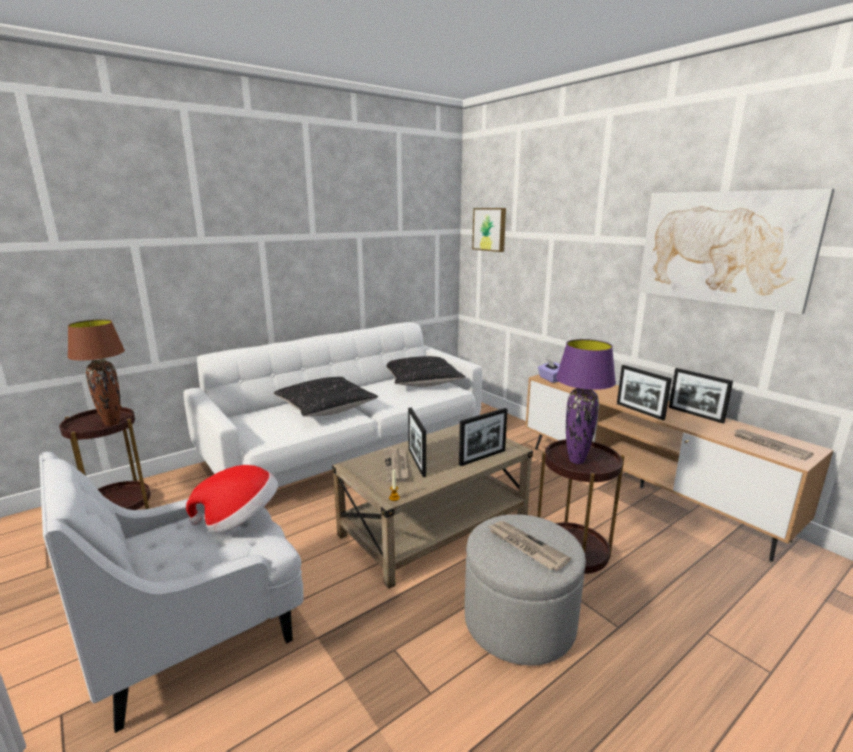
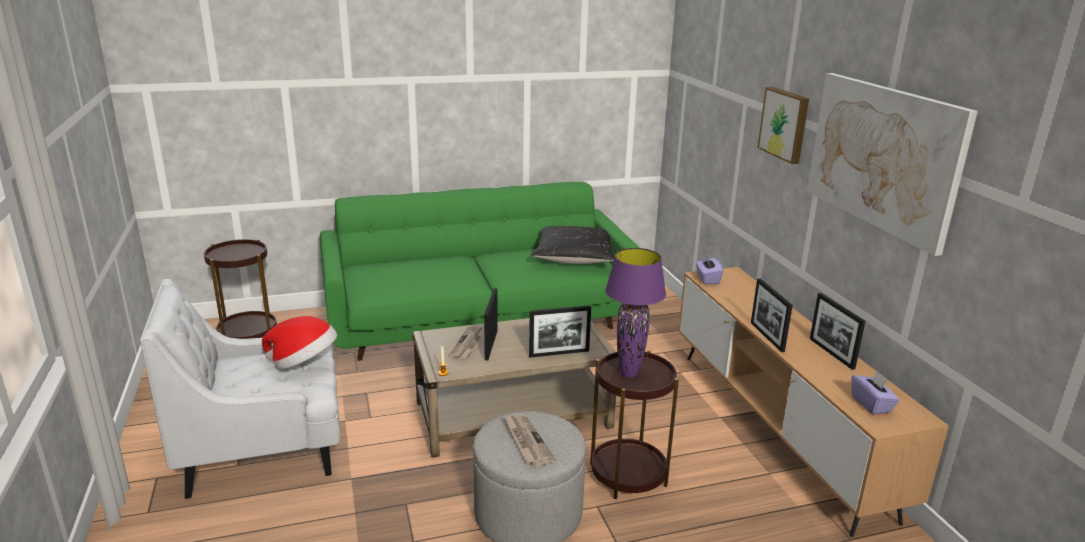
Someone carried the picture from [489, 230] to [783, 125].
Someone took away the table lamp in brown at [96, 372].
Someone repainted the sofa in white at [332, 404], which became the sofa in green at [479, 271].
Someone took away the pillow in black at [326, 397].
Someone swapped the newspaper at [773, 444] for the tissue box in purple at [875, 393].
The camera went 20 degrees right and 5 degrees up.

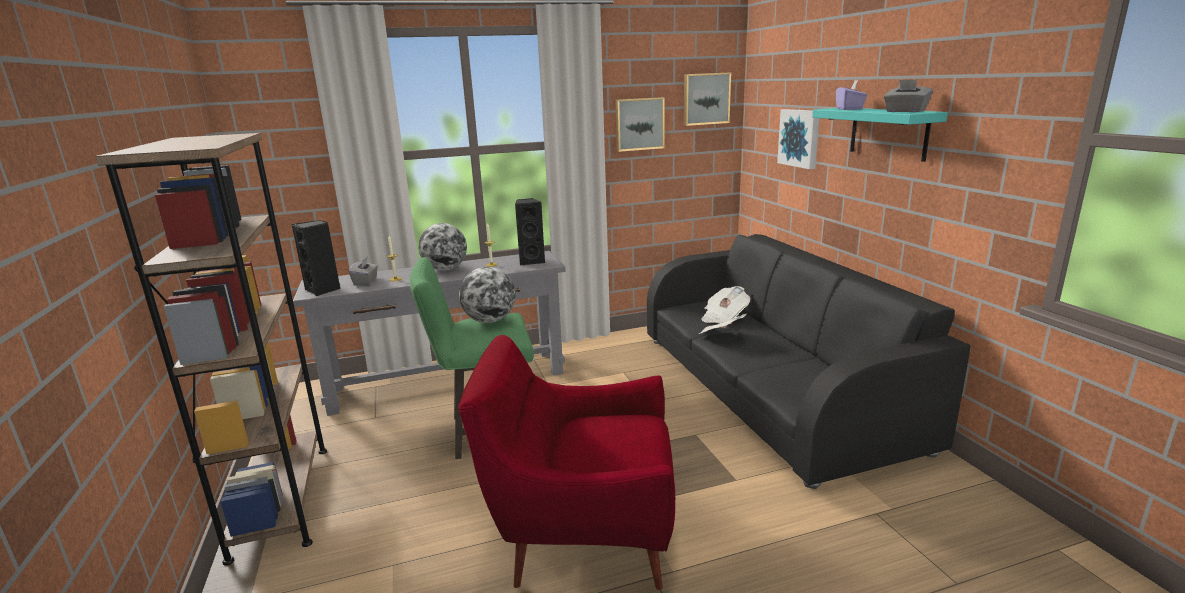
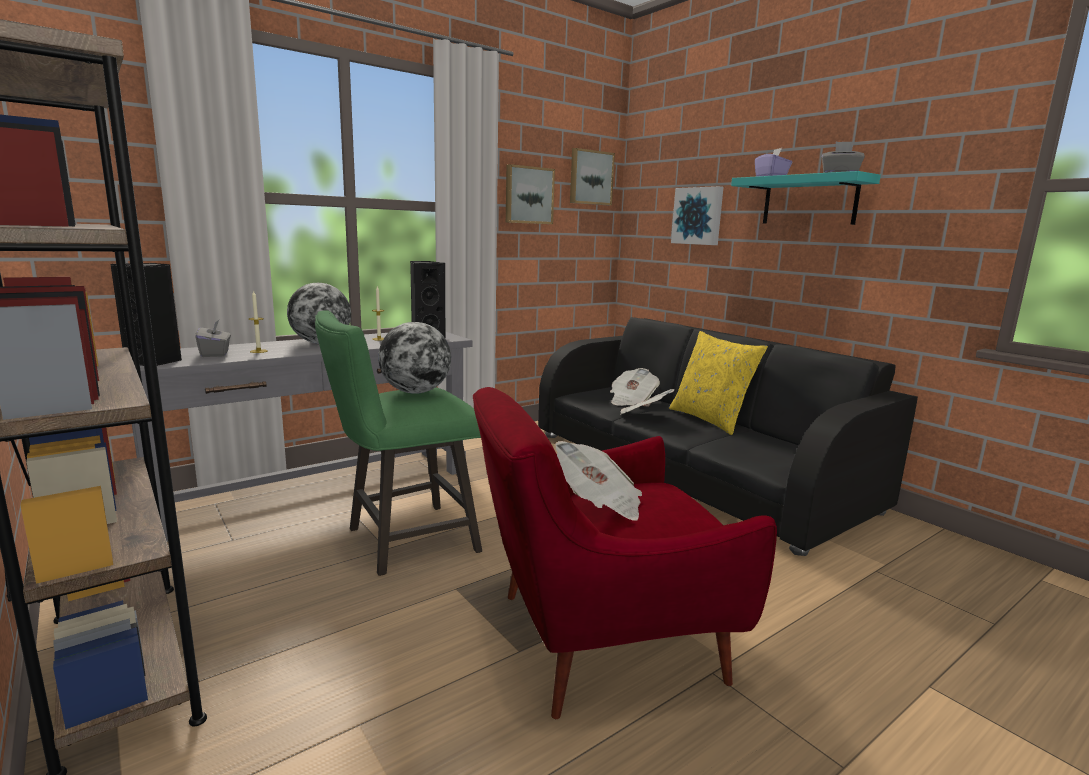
Someone put down the pillow in yellow at [718, 383].
Someone put down the newspaper at [598, 481].
The camera went 20 degrees left and 5 degrees down.

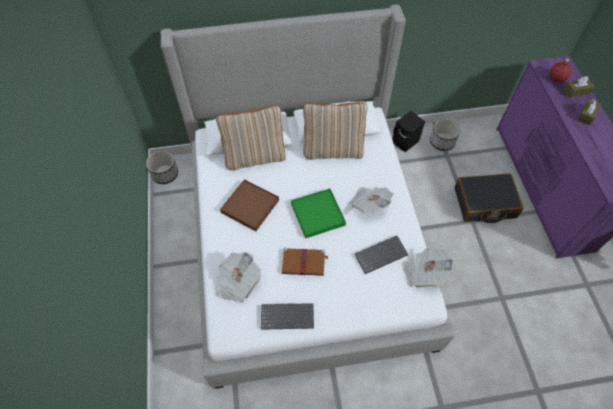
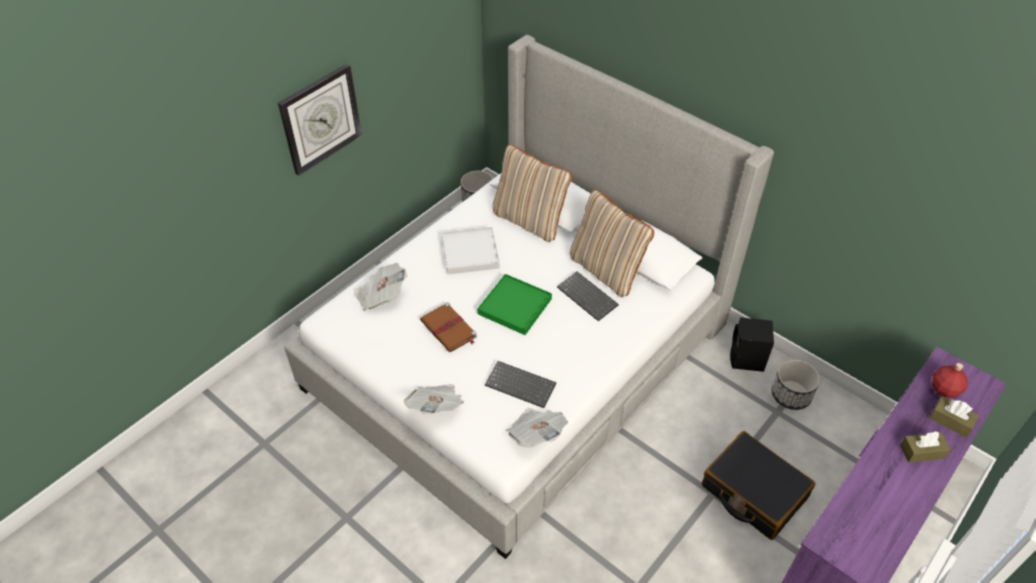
Someone repainted the tray in brown at [249, 205], which became the tray in white at [471, 250].
Someone carried the newspaper from [371, 200] to [434, 399].
Someone carried the keyboard from [287, 316] to [588, 296].
Someone put up the wall clock at [320, 120].
The camera went 50 degrees right and 10 degrees down.

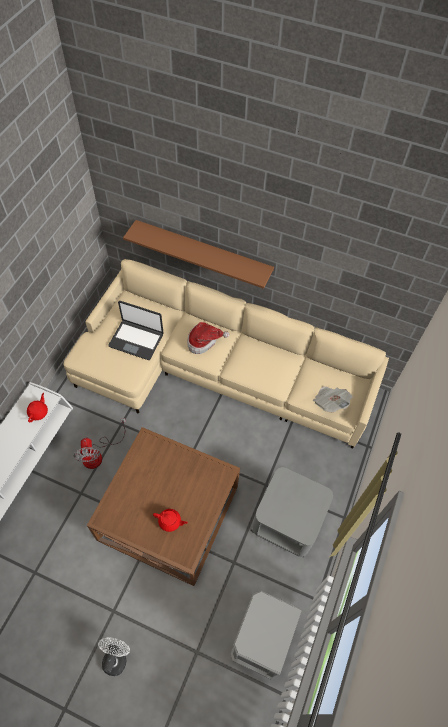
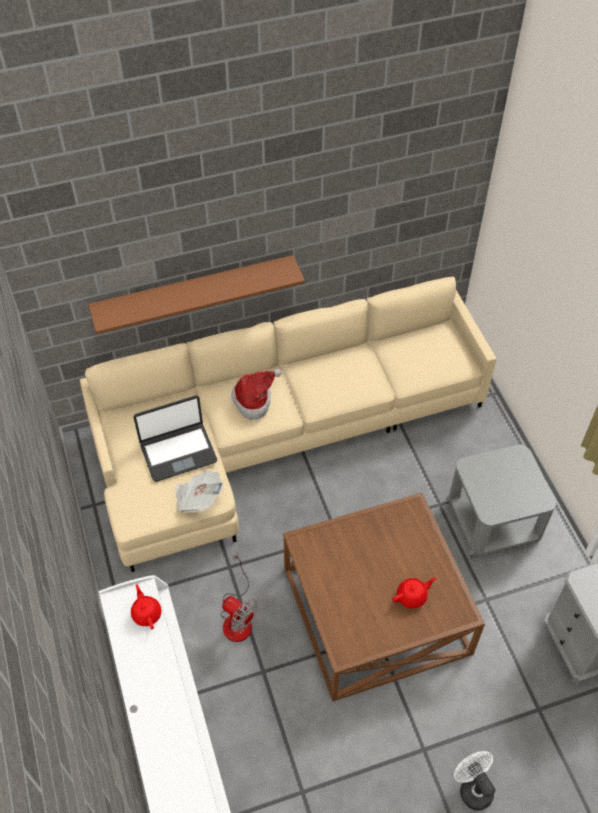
Someone carried the newspaper from [332, 399] to [199, 492].
The camera went 40 degrees left and 5 degrees down.

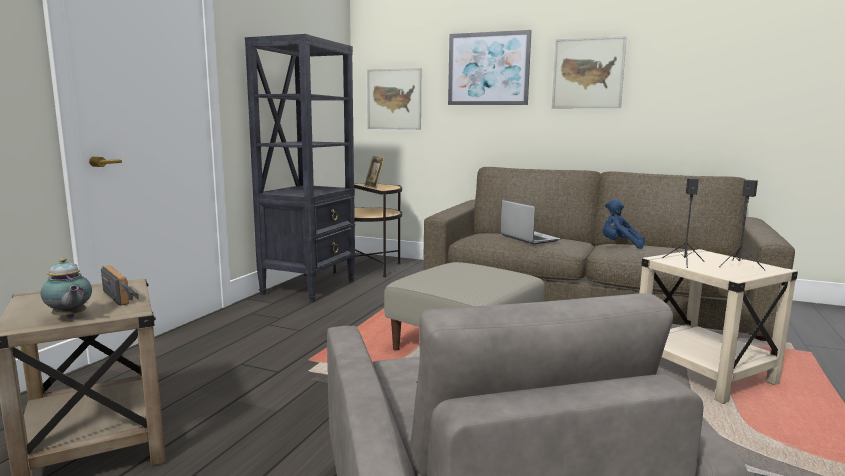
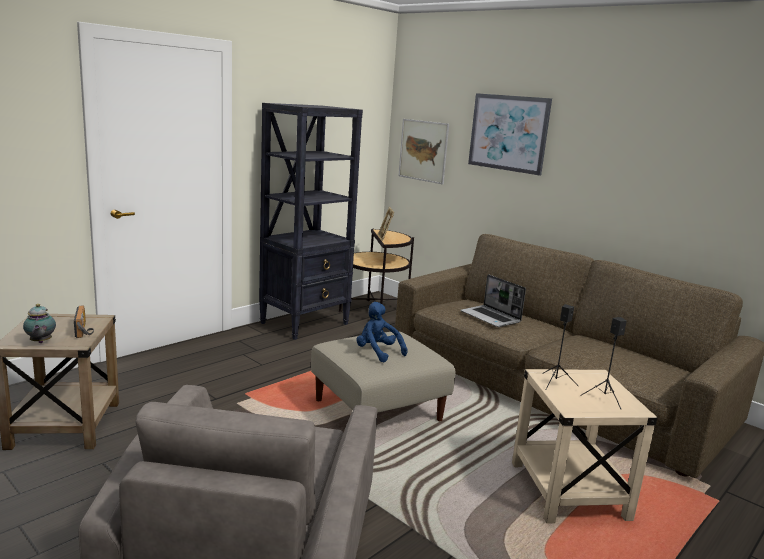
Someone took away the picture at [589, 72].
Someone carried the plush toy in blue from [623, 224] to [382, 332].
Someone rotated the laptop at [530, 222] by 150 degrees clockwise.
The camera went 20 degrees right and 5 degrees up.

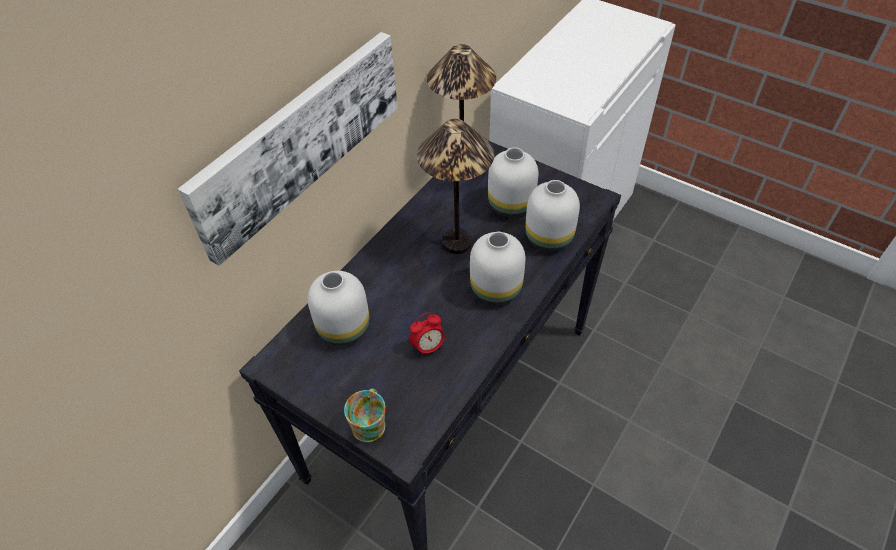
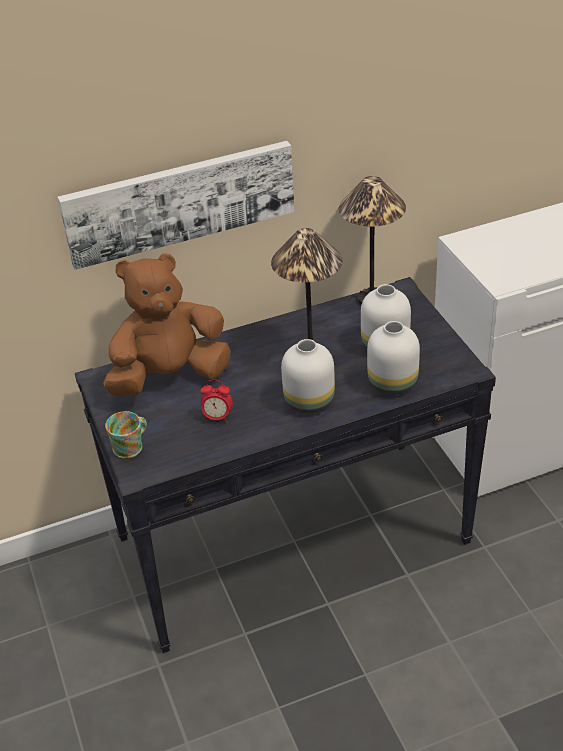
Someone swapped the vase in white at [339, 308] for the plush toy in brown at [167, 324].
The camera went 35 degrees right and 10 degrees down.

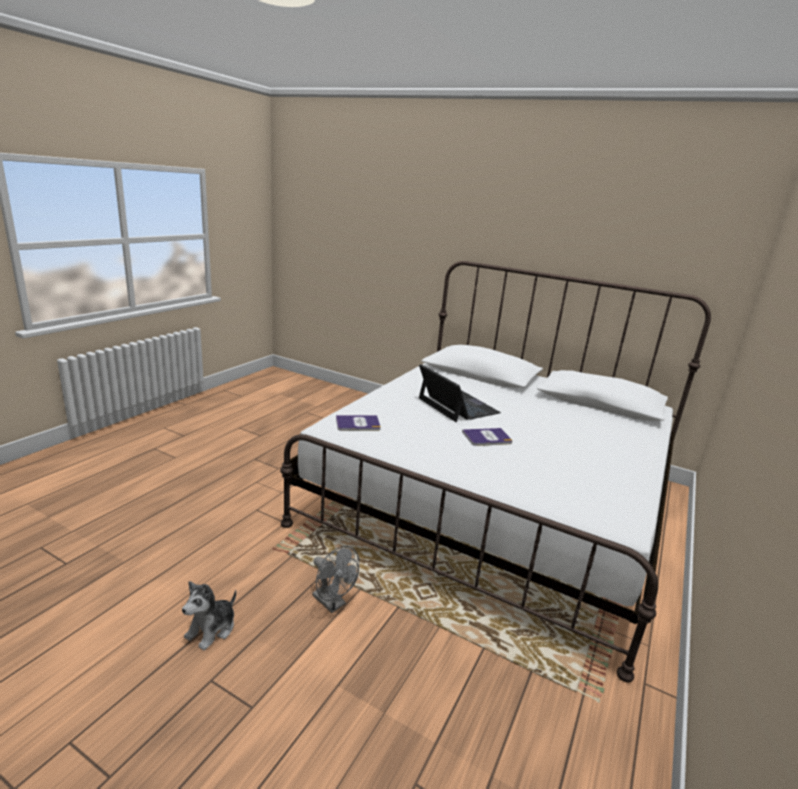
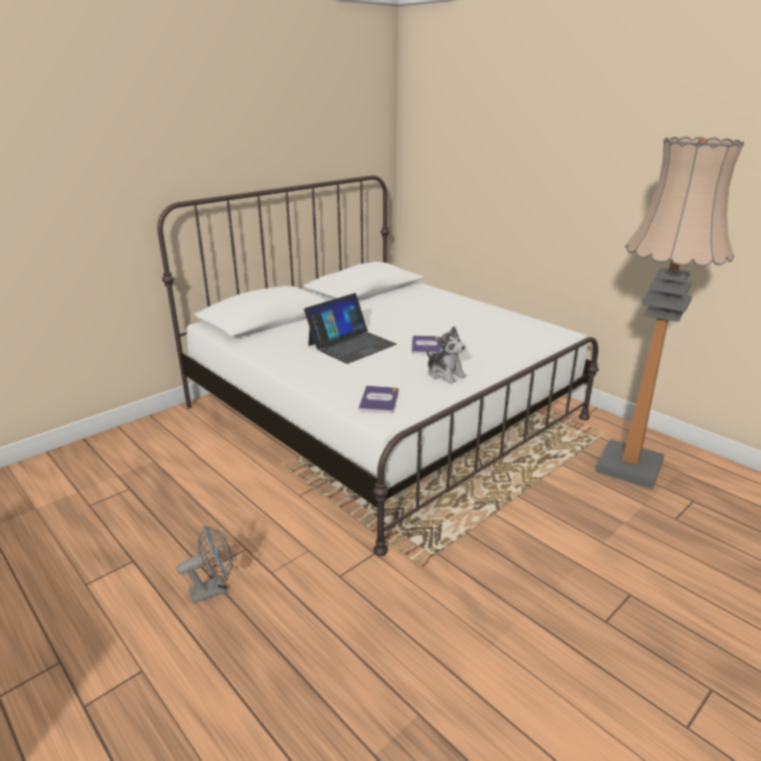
Someone rotated the laptop at [460, 393] by 150 degrees clockwise.
Someone carried the fan in grey from [335, 579] to [204, 564].
Someone carried the plush toy from [209, 616] to [446, 354].
Someone put down the floor lamp at [669, 313].
The camera went 70 degrees left and 5 degrees up.

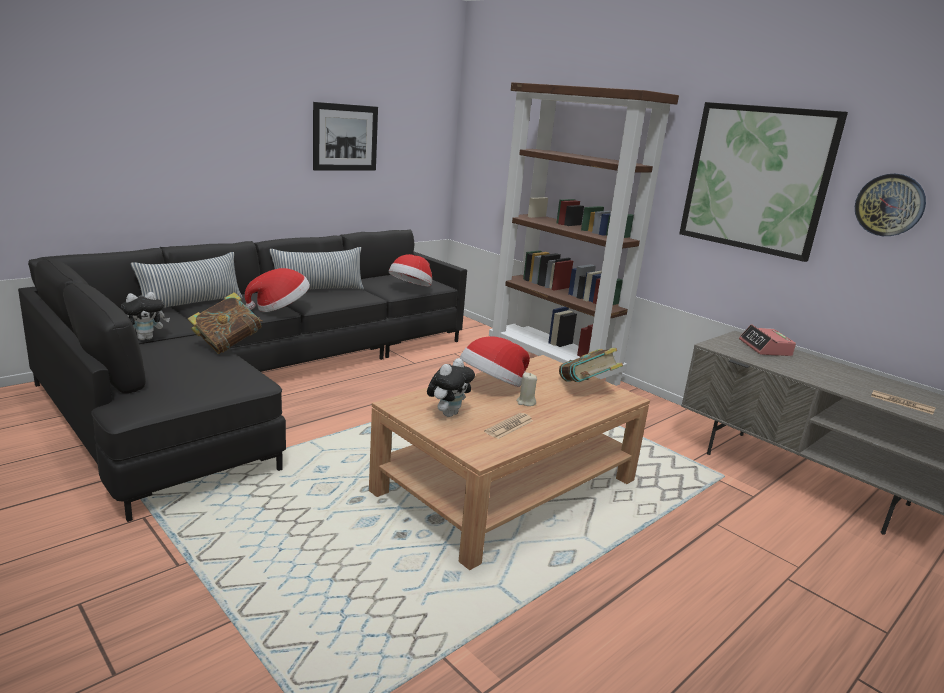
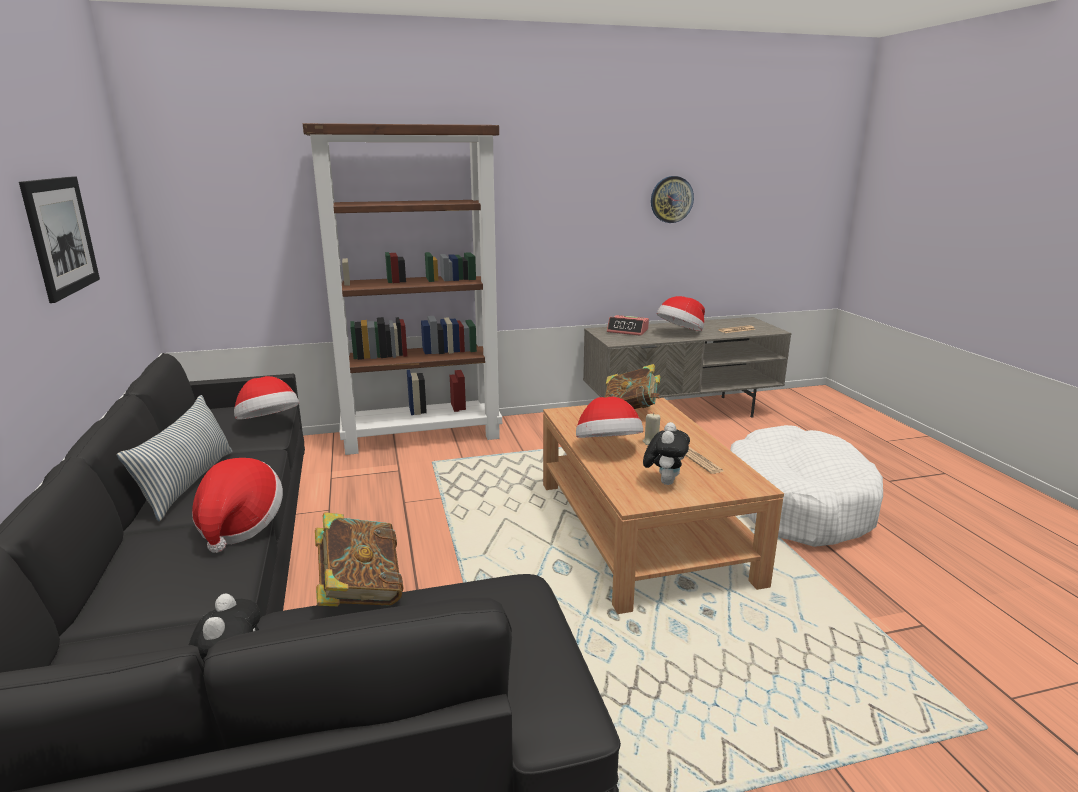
Someone took away the picture at [763, 182].
Someone took away the pillow at [187, 280].
Someone rotated the plush toy at [451, 387] by 45 degrees clockwise.
Someone put down the hat at [681, 313].
Someone put down the dog bed in white at [806, 486].
The camera went 60 degrees left and 0 degrees up.

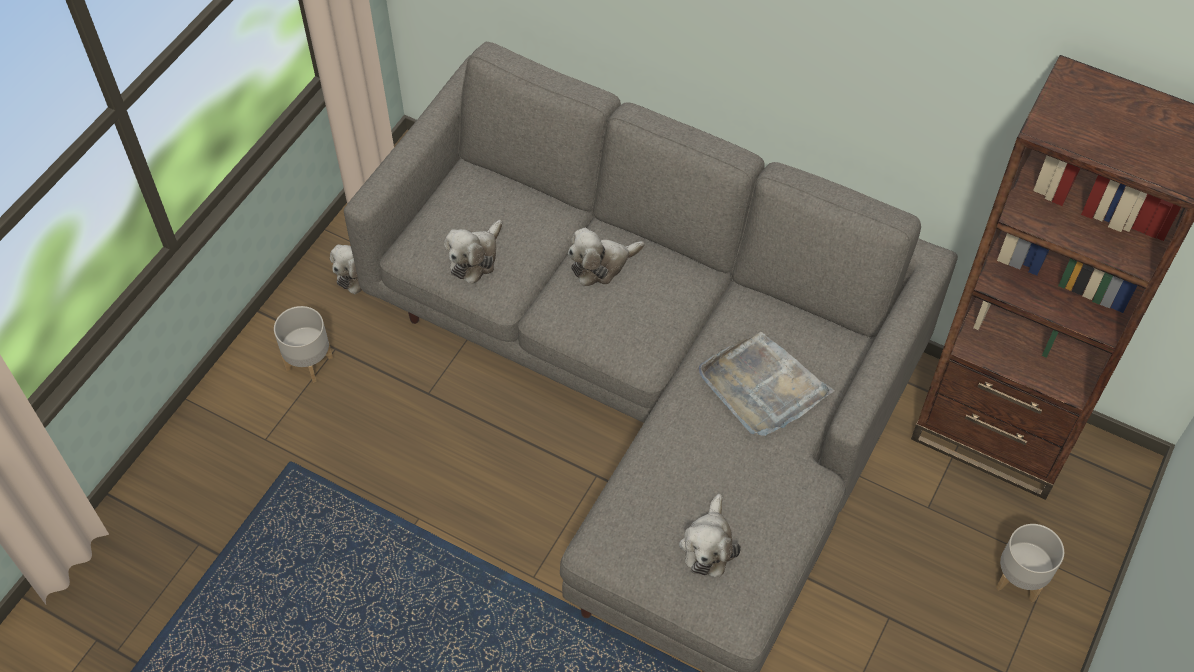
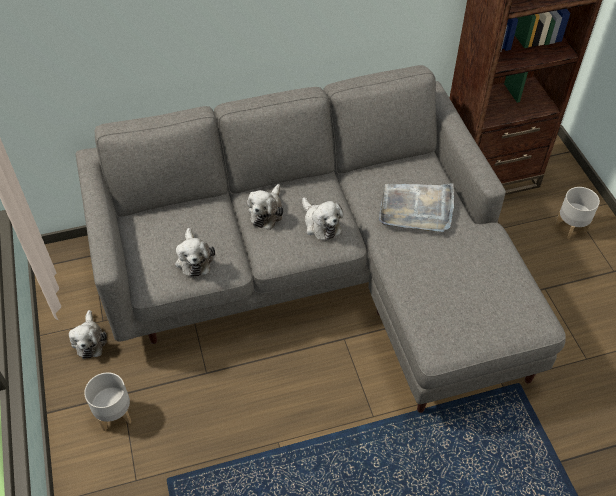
Someone carried the plush toy from [710, 535] to [323, 219].
The camera went 45 degrees left and 5 degrees down.

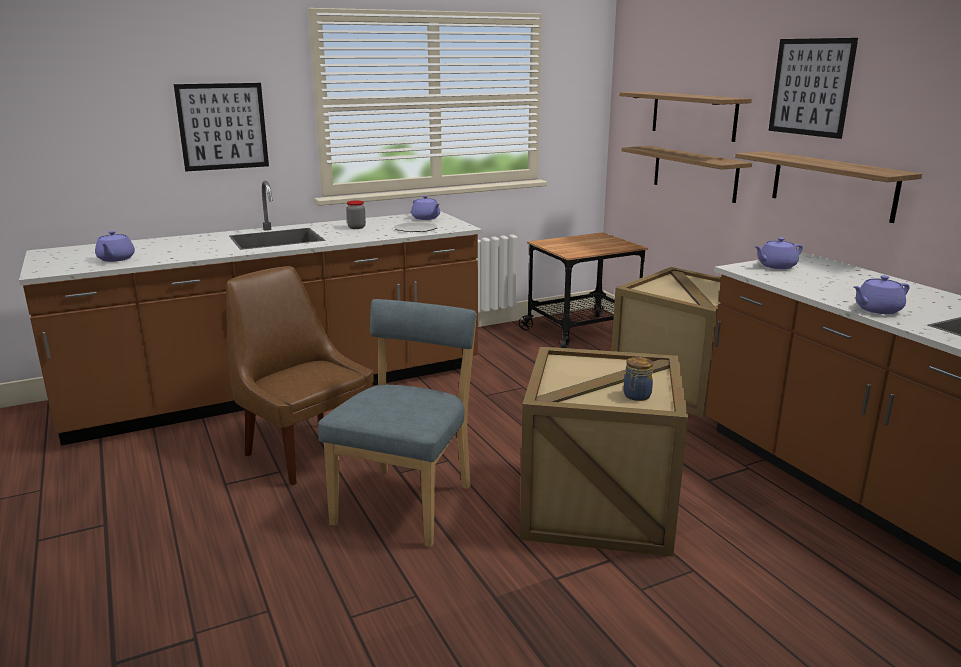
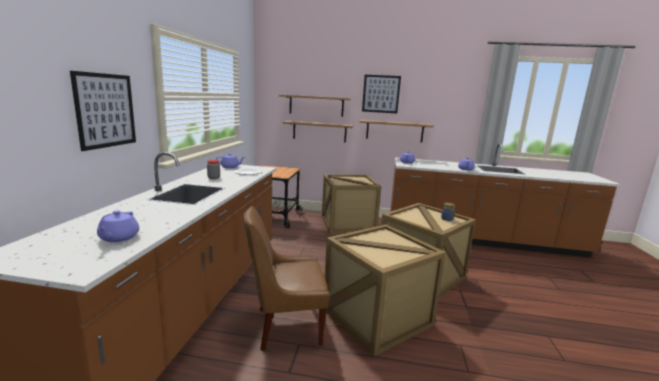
Someone rotated the teapot in purple at [115, 246] by 60 degrees clockwise.
Someone swapped the chair in blue at [397, 423] for the crate at [385, 290].
The camera went 55 degrees left and 5 degrees down.

